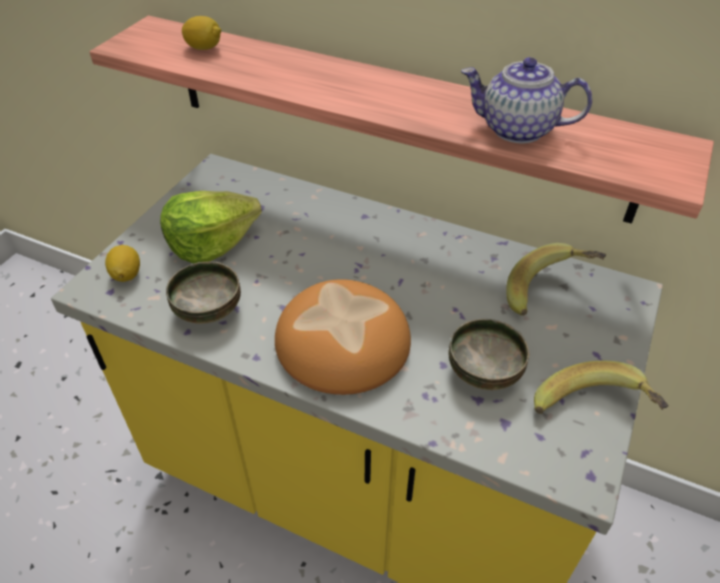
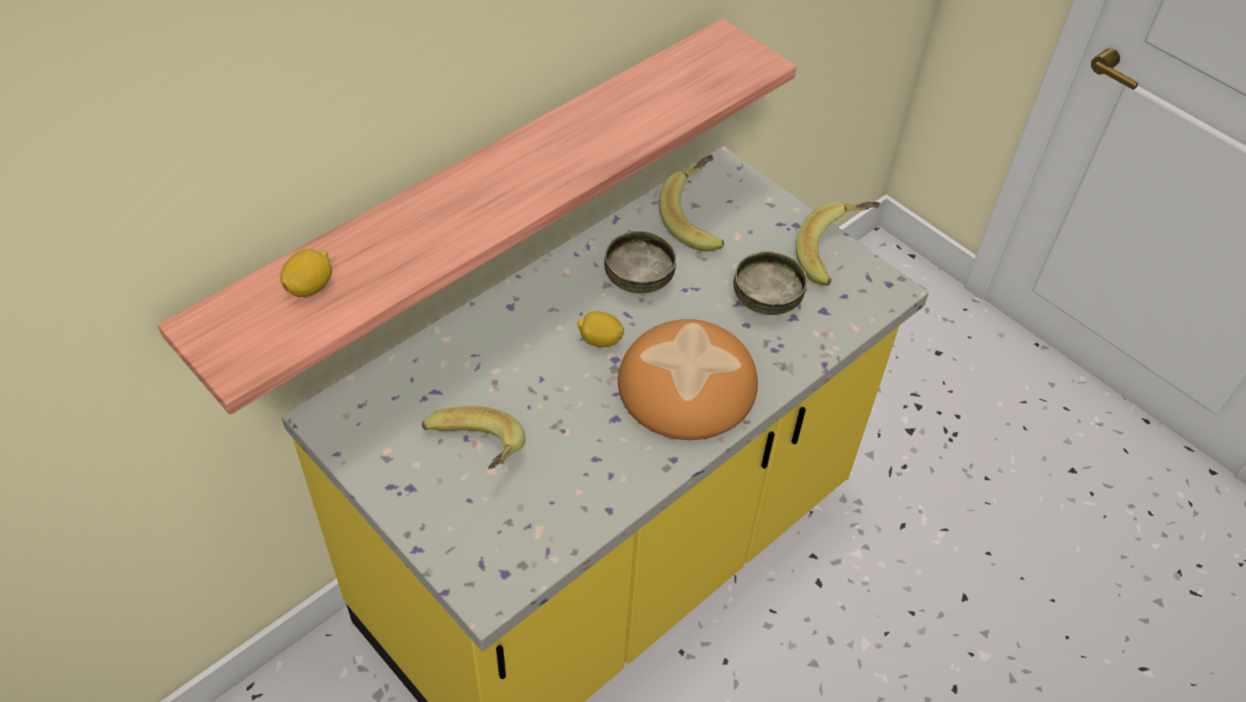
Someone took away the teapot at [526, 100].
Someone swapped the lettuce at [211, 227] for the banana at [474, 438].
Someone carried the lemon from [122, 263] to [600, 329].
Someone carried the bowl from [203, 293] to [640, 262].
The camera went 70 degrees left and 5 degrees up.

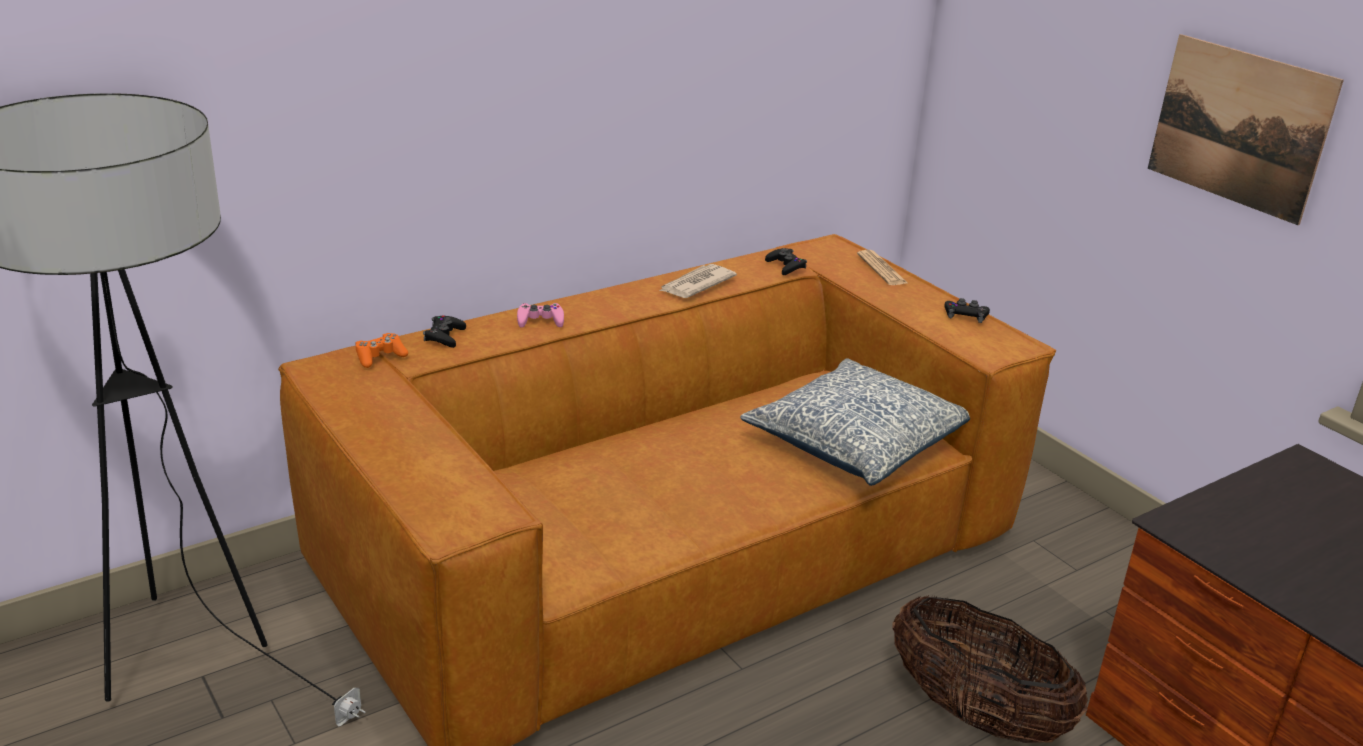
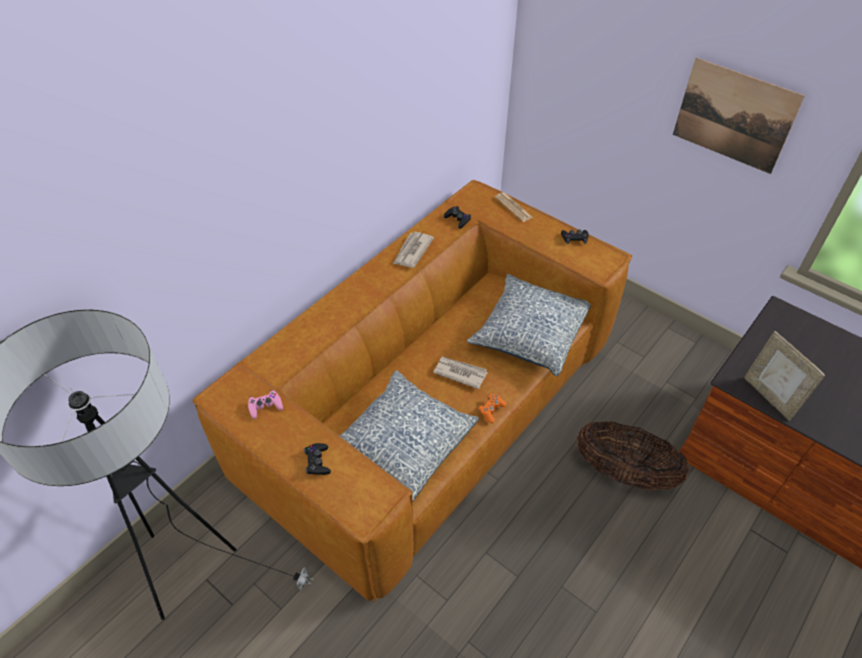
Someone carried the game controller in pink from [540, 315] to [265, 404].
Someone carried the game controller in black from [444, 331] to [317, 459].
Someone carried the game controller in orange from [381, 350] to [492, 408].
Someone put down the picture frame at [784, 376].
Someone put down the newspaper at [460, 373].
Someone put down the pillow at [409, 436].
The camera went 15 degrees left and 20 degrees up.

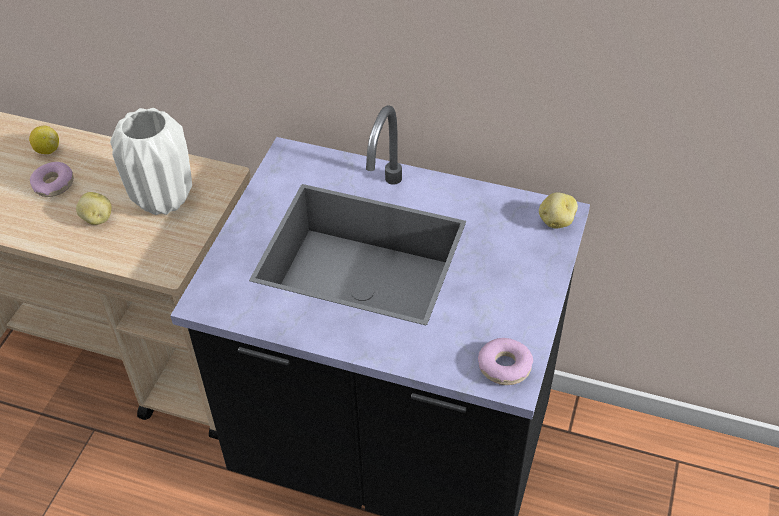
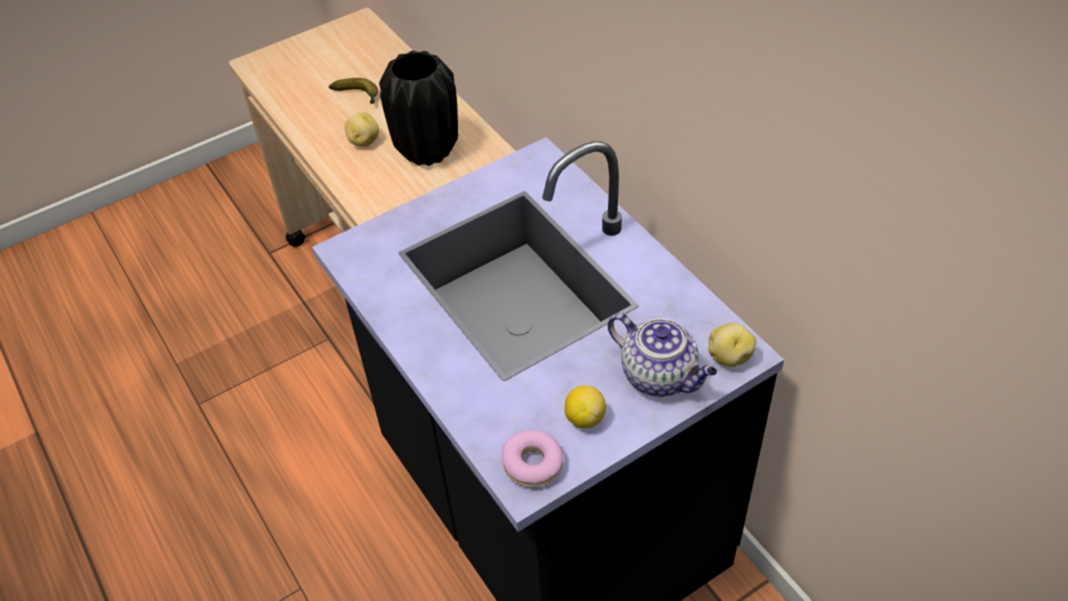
Someone repainted the vase in white at [151, 161], which became the vase in black at [418, 108].
Someone carried the lemon from [44, 139] to [585, 407].
Someone swapped the donut at [52, 179] for the banana at [353, 91].
Someone put down the teapot at [662, 355].
The camera went 40 degrees right and 0 degrees up.

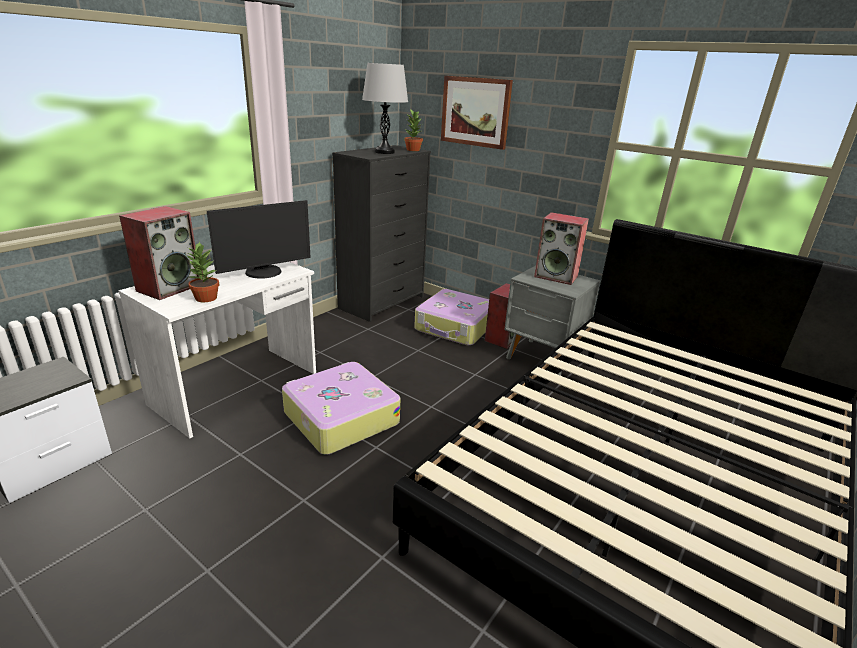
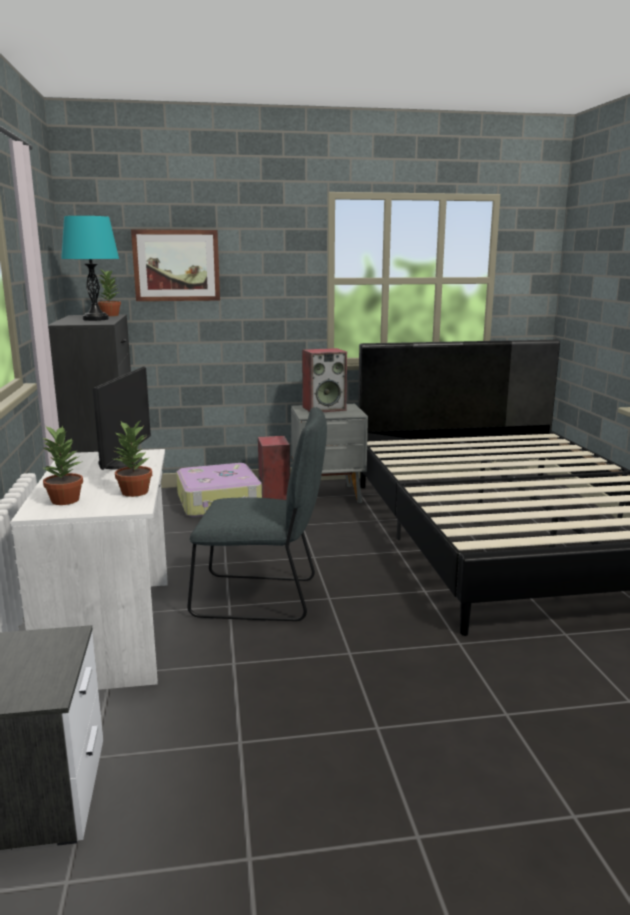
Someone repainted the table lamp in grey at [385, 108], which became the table lamp in turquoise at [90, 268].
Someone swapped the speaker at [159, 253] for the potted plant at [62, 465].
Someone swapped the suitcase at [341, 408] for the chair in grey at [257, 514].
The camera went 45 degrees left and 10 degrees down.

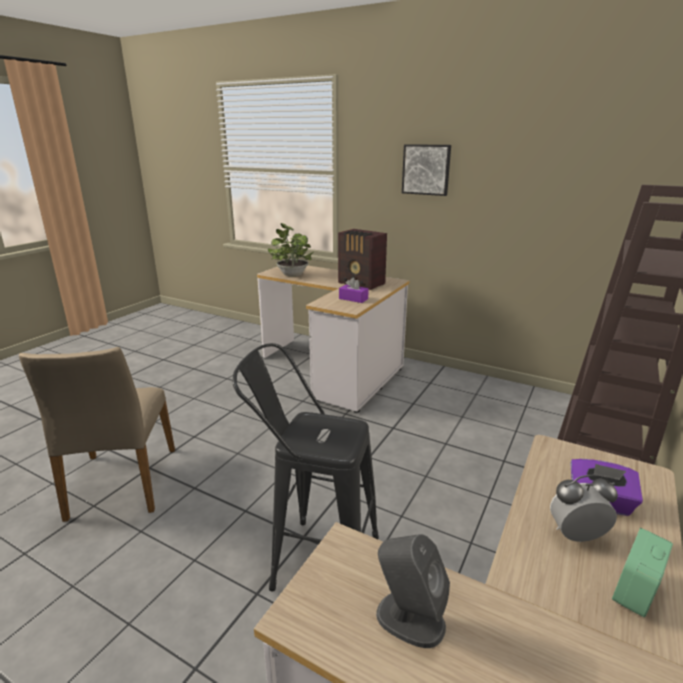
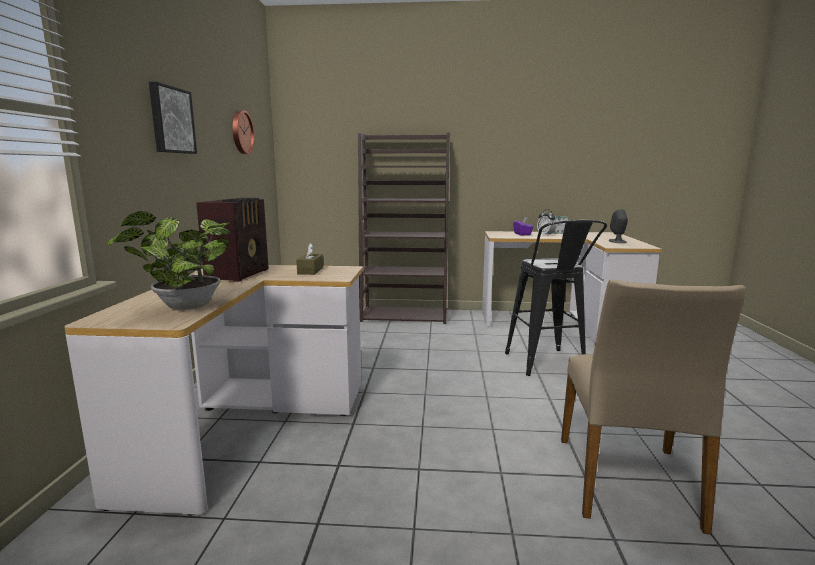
Someone repainted the tissue box in purple at [354, 290], which became the tissue box in brown at [309, 259].
Someone rotated the chair in beige at [97, 434] by 135 degrees clockwise.
Someone put up the wall clock at [243, 132].
The camera went 115 degrees left and 10 degrees down.

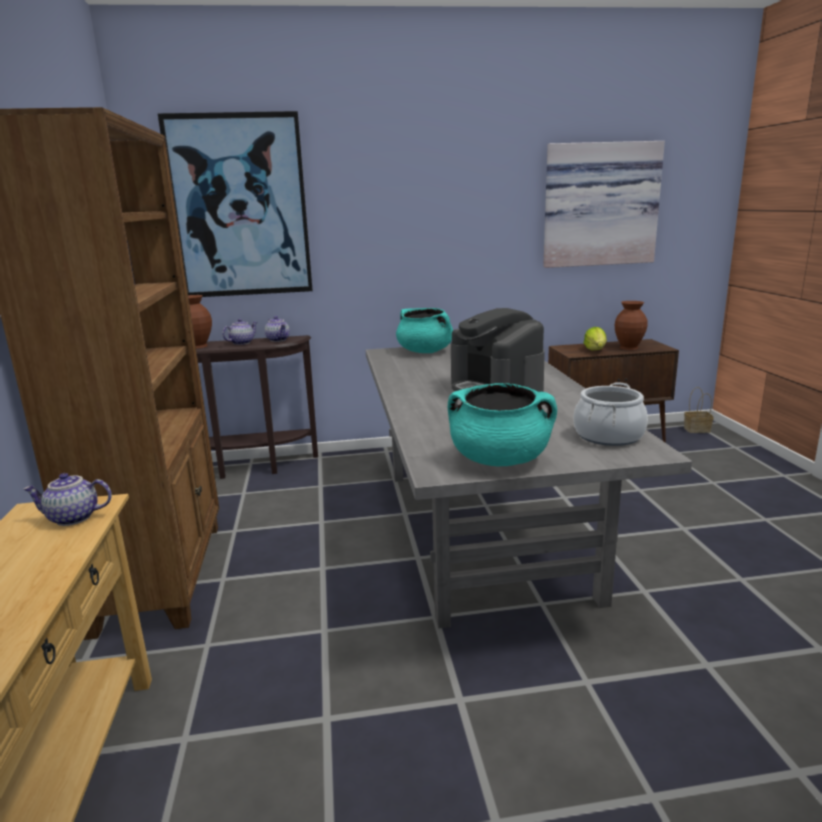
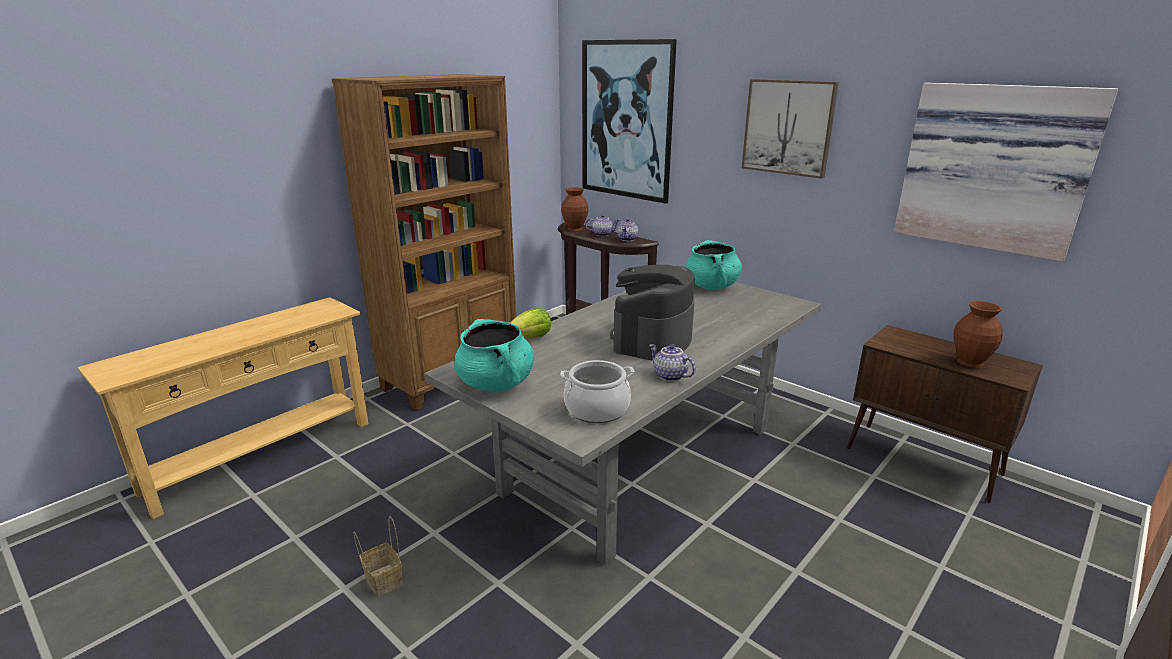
Someone carried the lettuce from [595, 339] to [530, 323].
Someone carried the basket from [699, 410] to [378, 557].
Someone carried the teapot from [67, 499] to [672, 362].
Someone put up the picture at [790, 129].
The camera went 50 degrees right and 5 degrees up.

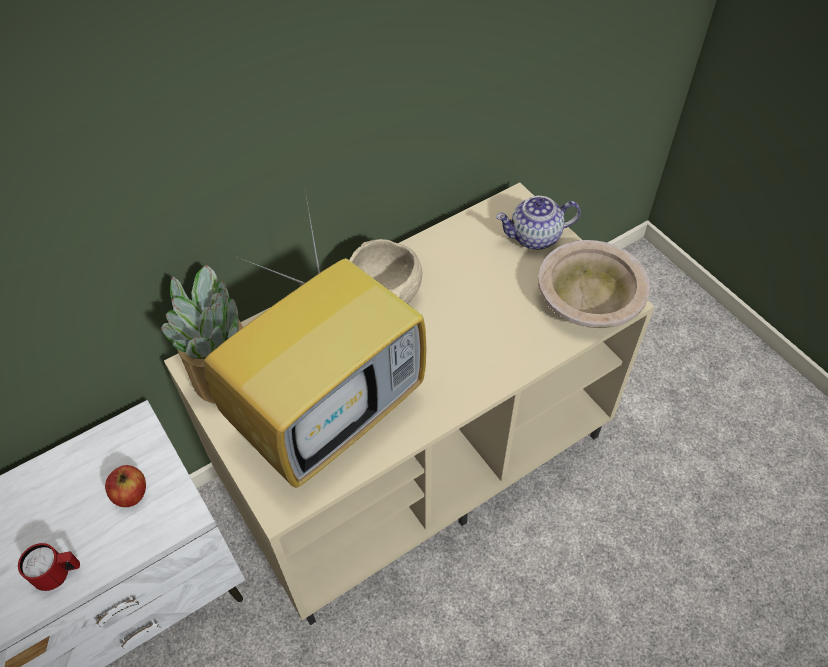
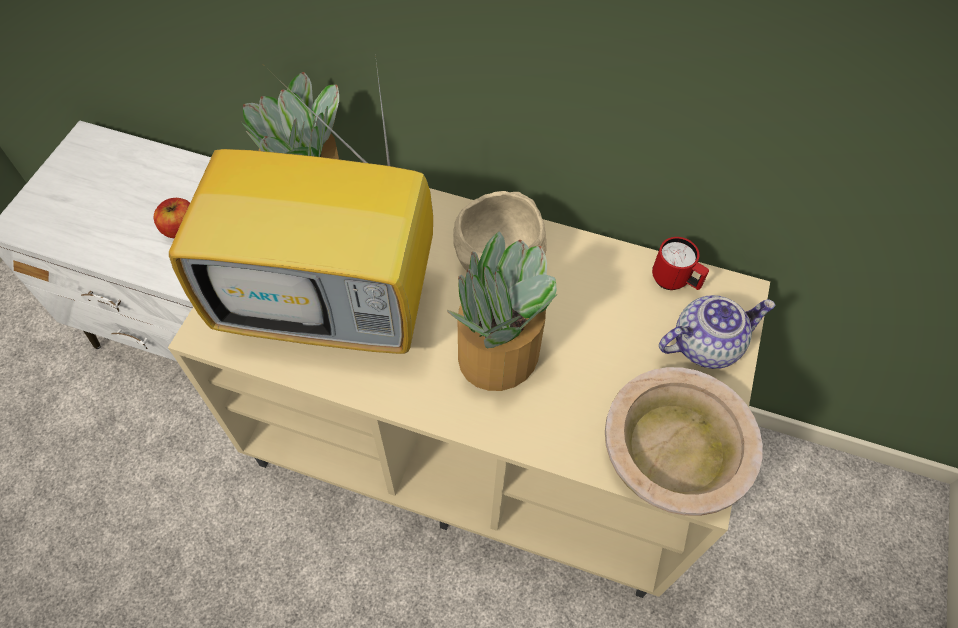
Someone rotated the teapot at [538, 223] by 120 degrees clockwise.
Someone carried the mug in red from [49, 567] to [680, 263].
Someone put down the potted plant at [502, 311].
The camera went 50 degrees right and 5 degrees up.

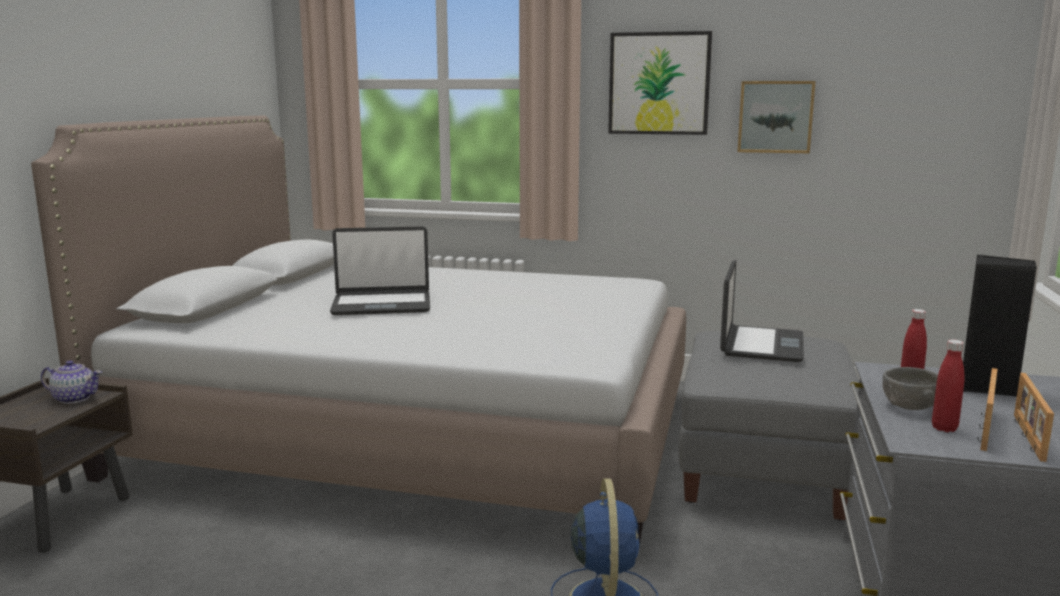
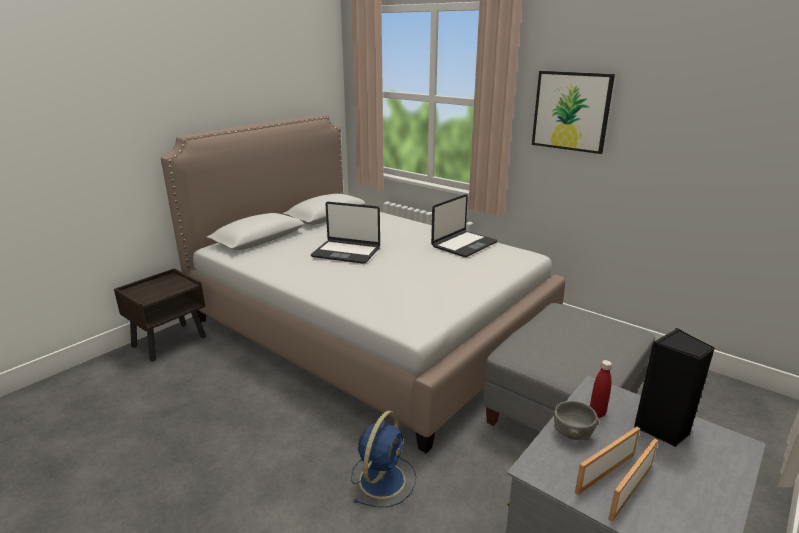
Someone took away the picture at [776, 117].
Someone carried the laptop from [762, 311] to [464, 225].
Someone took away the bottle in red at [948, 386].
Someone took away the teapot at [71, 382].
The camera went 25 degrees right and 10 degrees up.

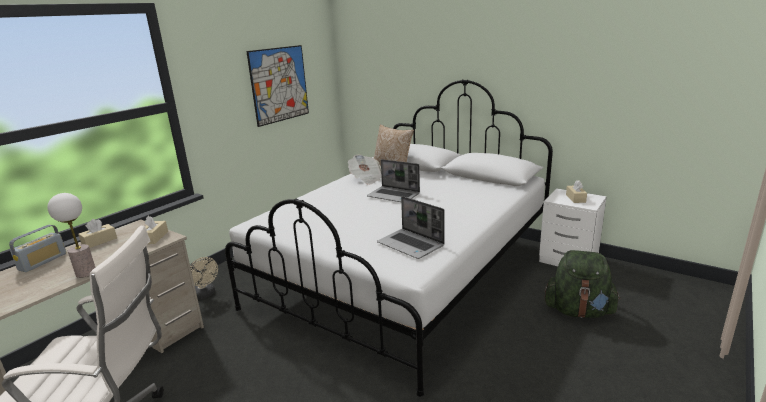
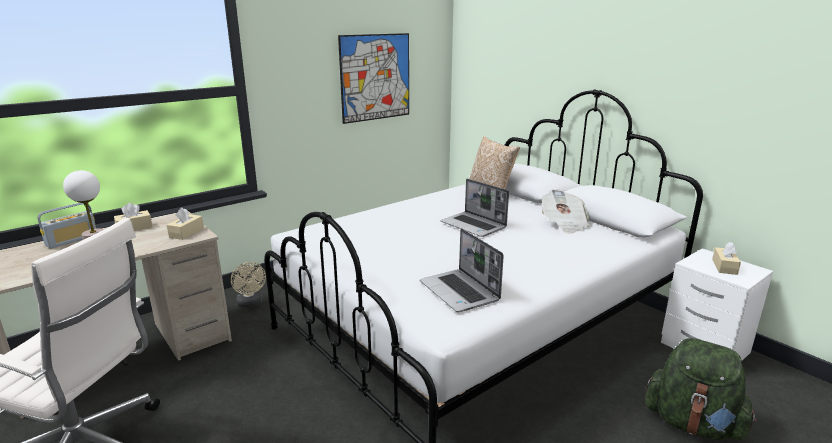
Someone carried the newspaper from [365, 170] to [566, 211].
The camera went 15 degrees right and 0 degrees up.

